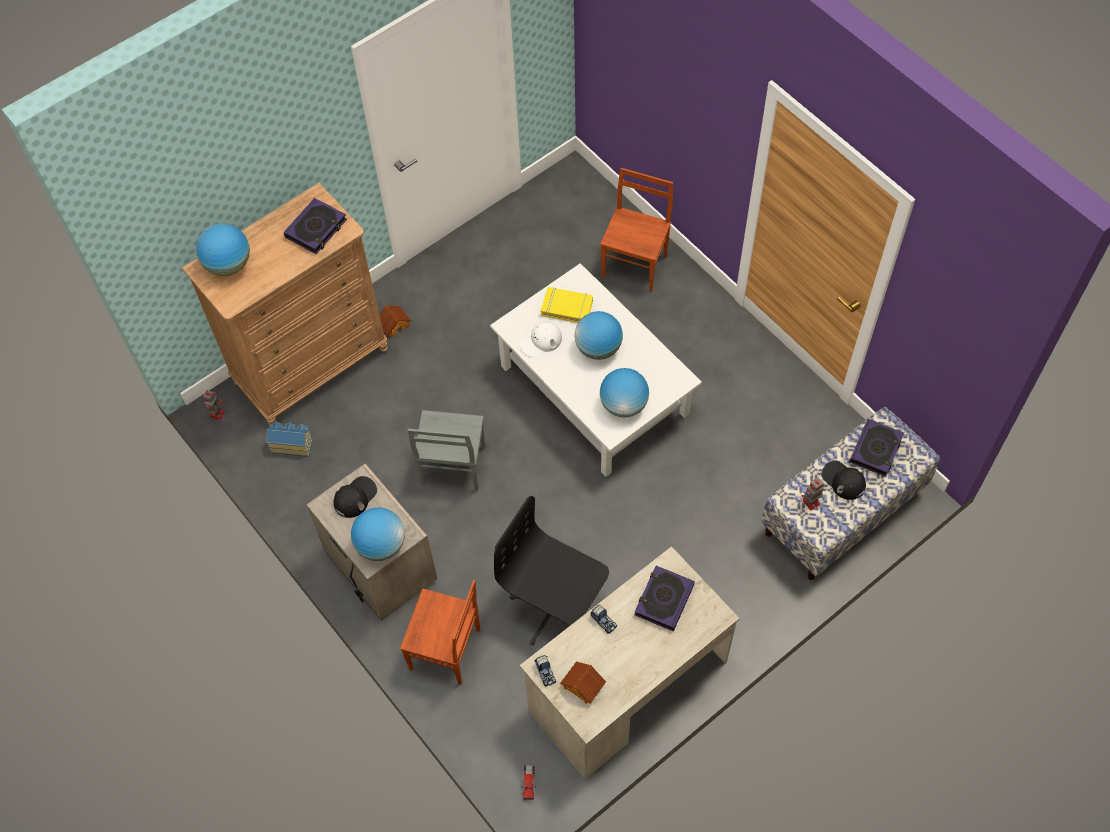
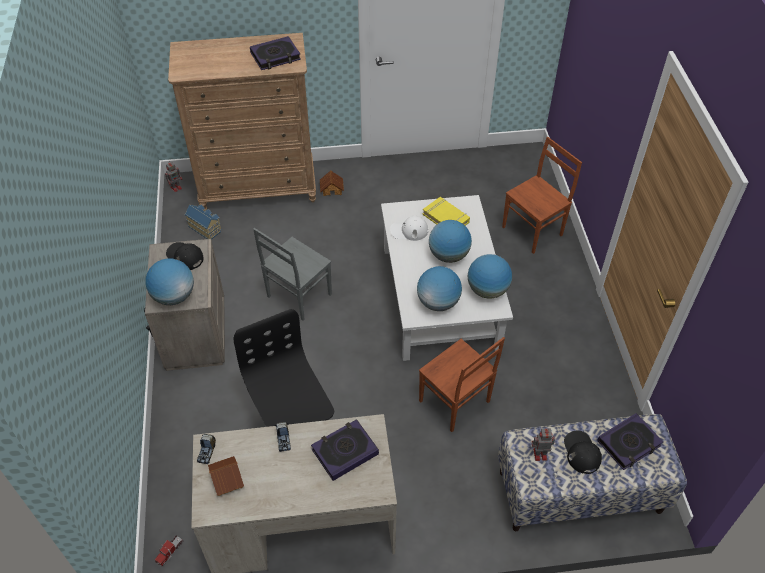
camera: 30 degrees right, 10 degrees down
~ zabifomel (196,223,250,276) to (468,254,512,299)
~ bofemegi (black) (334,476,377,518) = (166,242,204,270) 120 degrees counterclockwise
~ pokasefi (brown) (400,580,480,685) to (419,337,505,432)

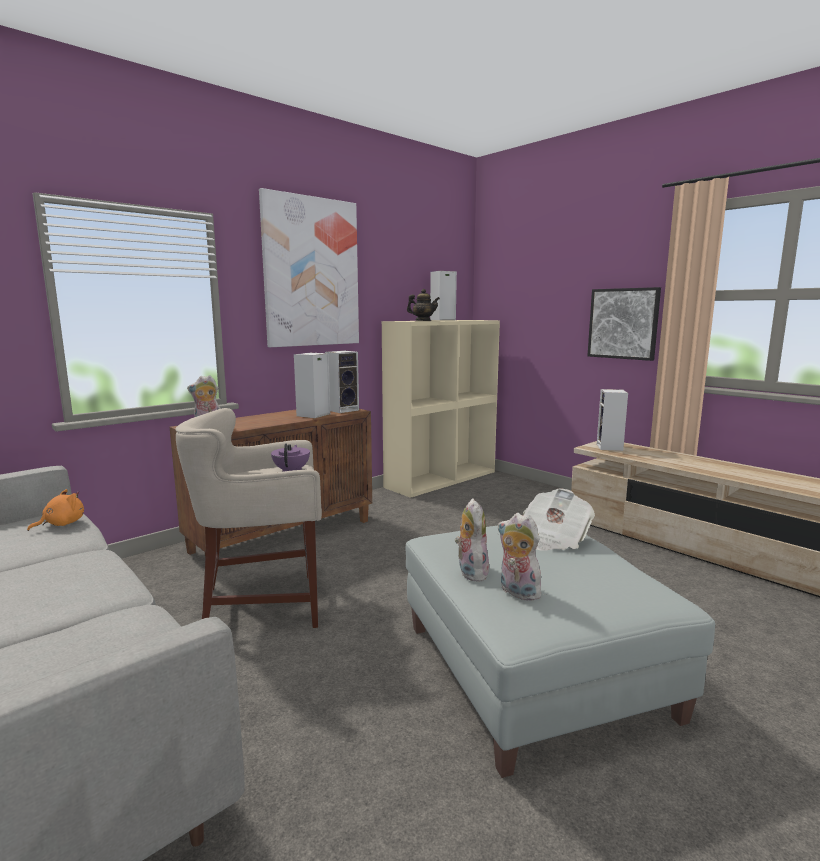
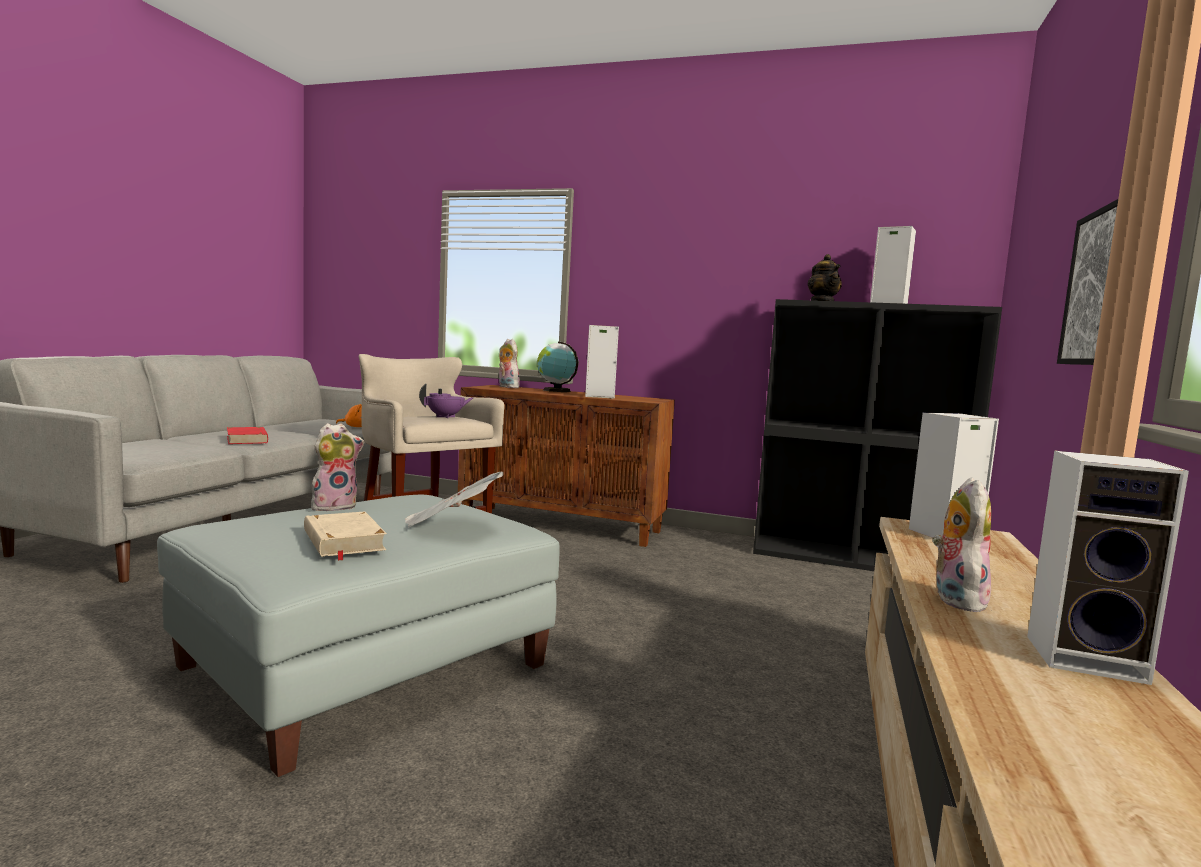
camera: 60 degrees right, 5 degrees down
- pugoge (259,188,359,347)
~ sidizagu (325,351,359,413) to (1027,450,1189,685)
~ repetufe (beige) (382,320,500,498) to repetufe (black) (753,299,1002,571)
~ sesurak (498,513,541,601) to (932,477,991,612)
+ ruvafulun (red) (227,427,268,444)
+ ruvafulun (beige) (304,511,387,561)
+ zabifomel (537,341,579,392)

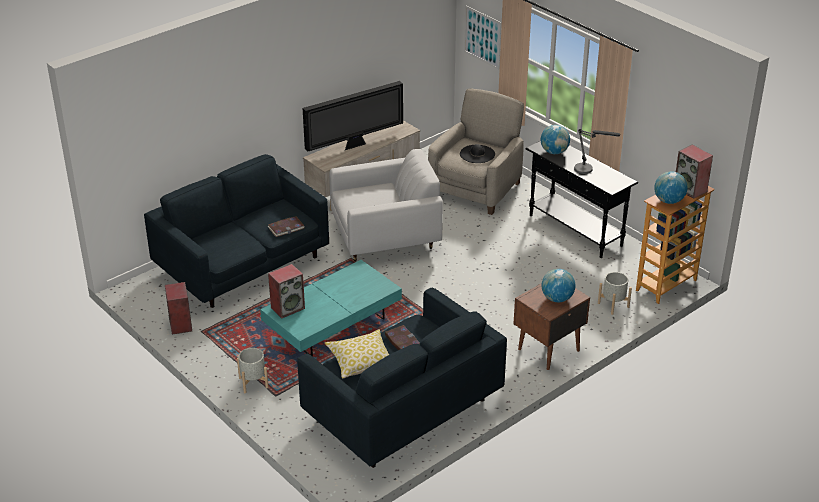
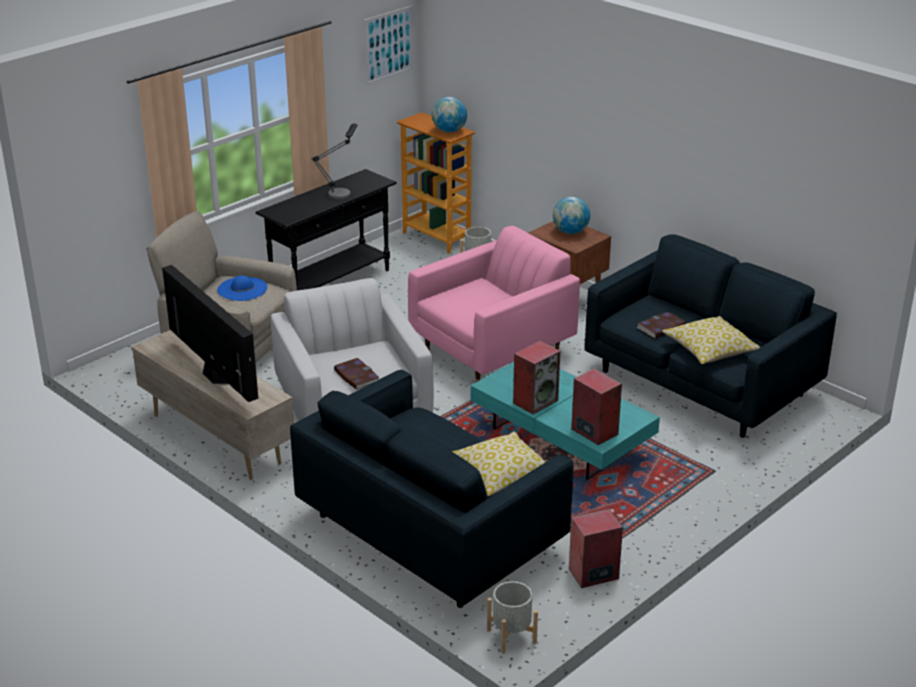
camera: 95 degrees left, 5 degrees down
~ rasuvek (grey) (237,348,268,393) to (487,581,538,654)
~ ruvafulun (268,216,304,237) to (334,358,380,390)
~ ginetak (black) (460,144,495,163) to ginetak (blue) (217,275,268,301)
~ pugoge (464,5,501,70) to (363,6,414,85)
- zabifomel (541,125,570,154)
~ sidizagu (676,145,713,199) to (513,341,560,414)
+ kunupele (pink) (408,226,580,382)
+ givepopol (452,431,545,496)

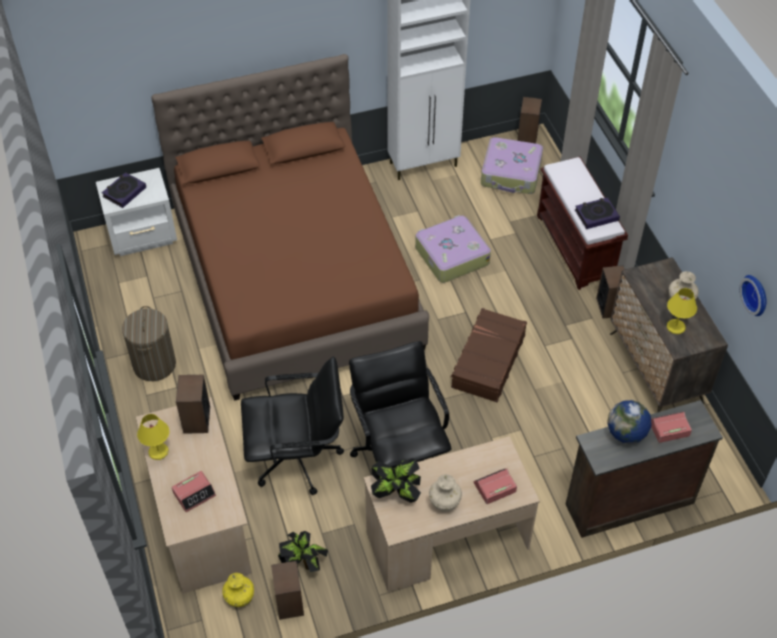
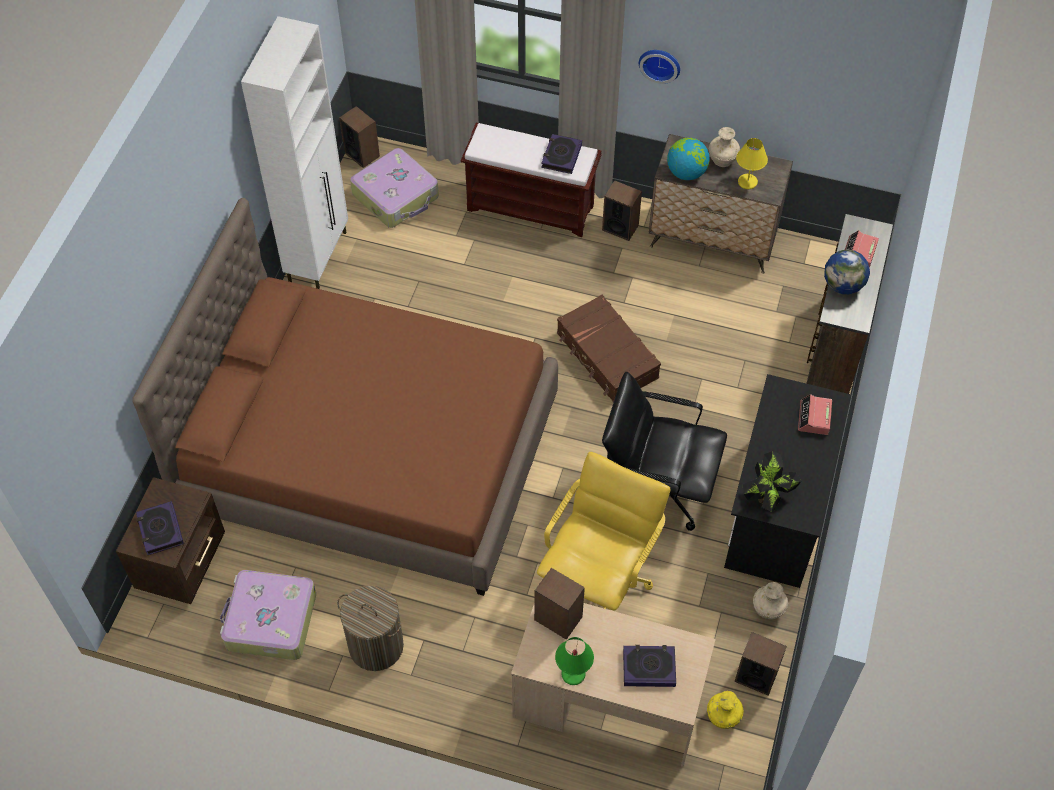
camera: 55 degrees left, 5 degrees up
~ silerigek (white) (96,168,177,256) to silerigek (brown) (116,477,225,604)
~ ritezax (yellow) (137,414,169,460) to ritezax (green) (555,637,594,685)
~ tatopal (172,471,216,512) to ruvafulun (623,645,676,687)
~ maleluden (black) (241,357,344,495) to maleluden (yellow) (537,452,670,610)
- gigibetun (278,531,328,572)
~ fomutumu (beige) (363,436,540,592) to fomutumu (black) (724,374,851,588)
~ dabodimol (415,215,491,283) to (220,570,316,660)
~ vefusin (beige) (429,474,462,512) to (753,582,788,619)
~ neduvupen (740,275,766,316) to (639,50,680,84)
+ zabifomel (667,138,710,180)

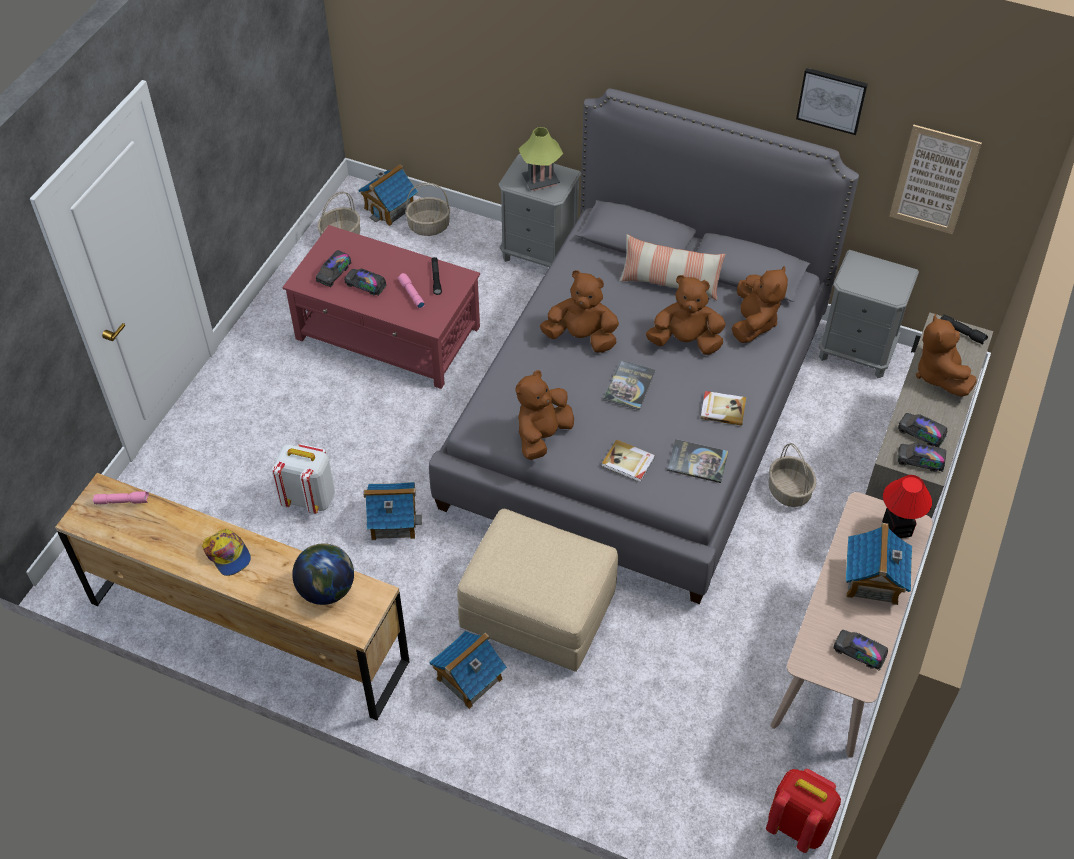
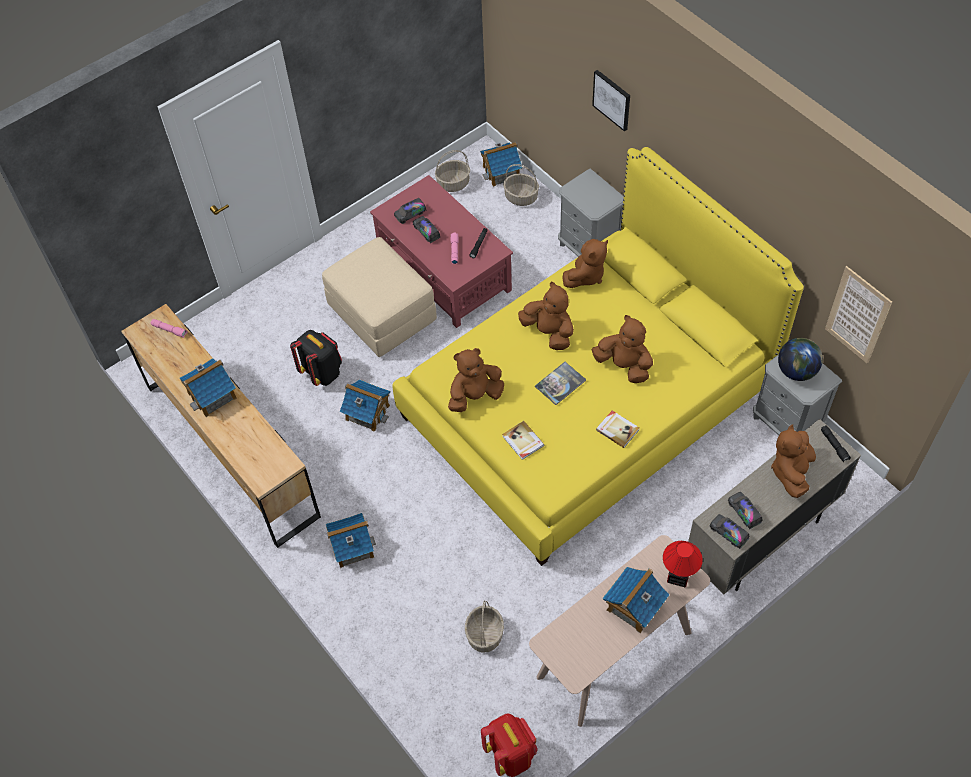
camera: 30 degrees right, 5 degrees up
~ bofemegi (202,529,251,576) to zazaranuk (180,358,237,417)
~ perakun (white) (272,444,335,514) to perakun (black) (290,330,342,386)
~ zabifomel (292,543,354,605) to (778,338,823,381)
~ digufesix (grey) (429,88,859,604) to digufesix (yellow) (392,147,804,566)
~ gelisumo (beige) (457,509,618,672) to (322,237,437,357)
- ritezax (519,127,563,191)
- givepopol (619,234,725,300)
- ruvafulun (667,439,729,483)
~ sesurak (brown) (731,266,788,343) to (562,239,608,288)
~ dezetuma (769,443,816,507) to (465,600,504,653)
~ pugoge (796,68,868,135) to (592,70,630,131)
- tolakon (833,630,888,670)

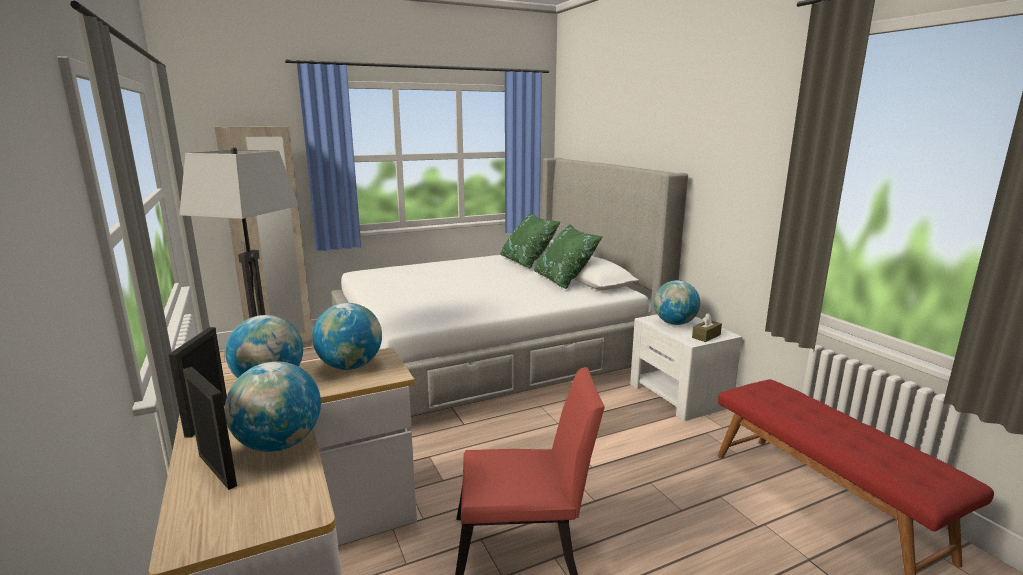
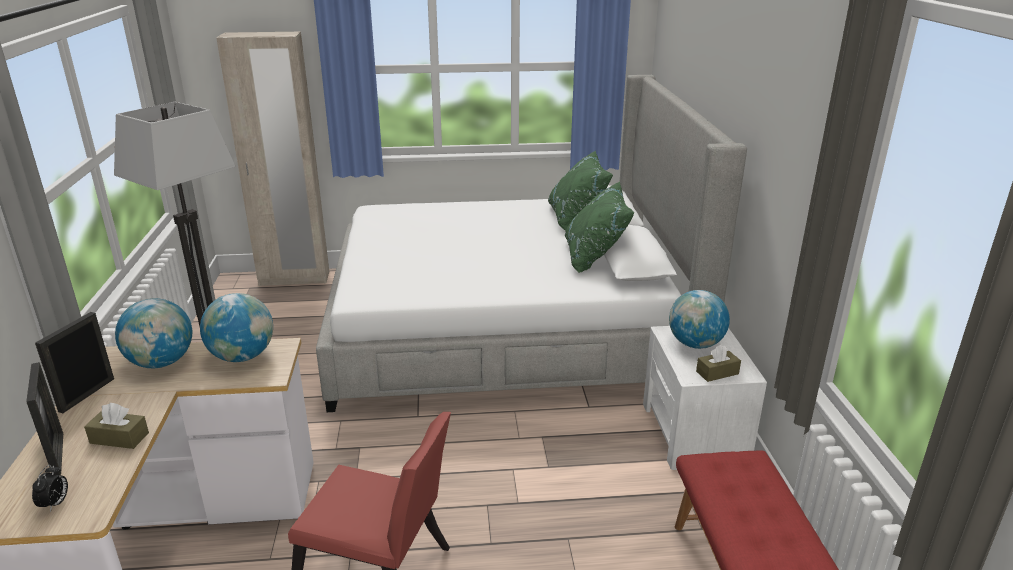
camera: 20 degrees right, 10 degrees up
~ zabifomel (225,361,321,452) to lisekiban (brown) (84,403,149,449)
+ tatopal (32,465,68,512)

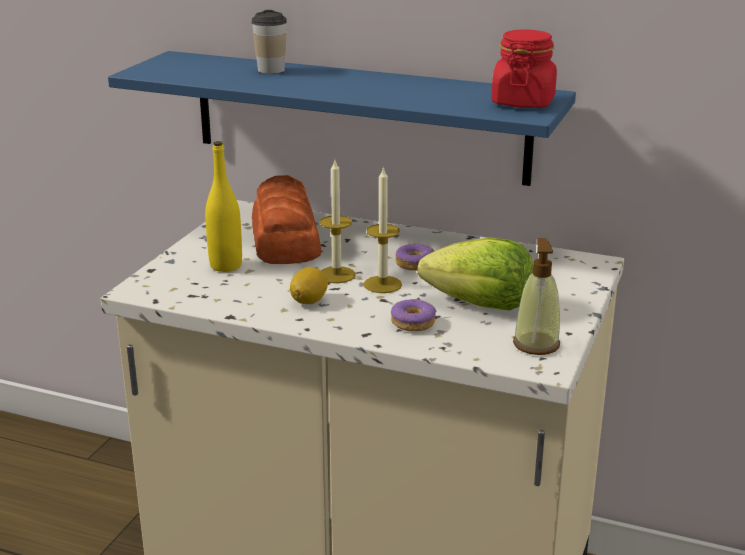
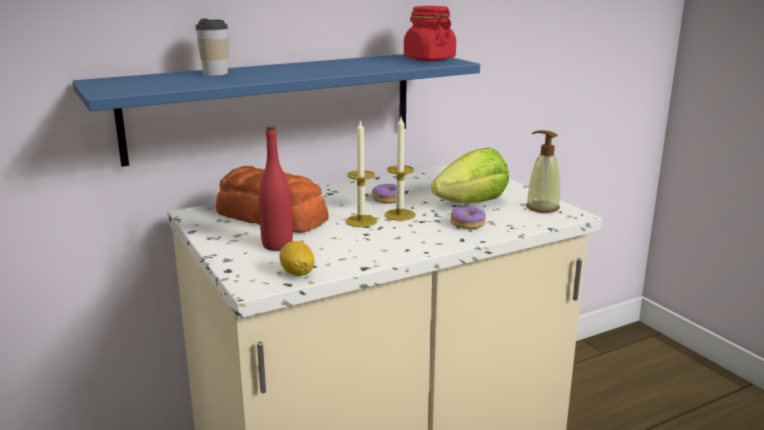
camera: 50 degrees left, 5 degrees down
~ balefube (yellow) (205,141,242,272) to balefube (red) (258,126,293,251)
~ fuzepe (290,267,328,304) to (279,241,314,276)

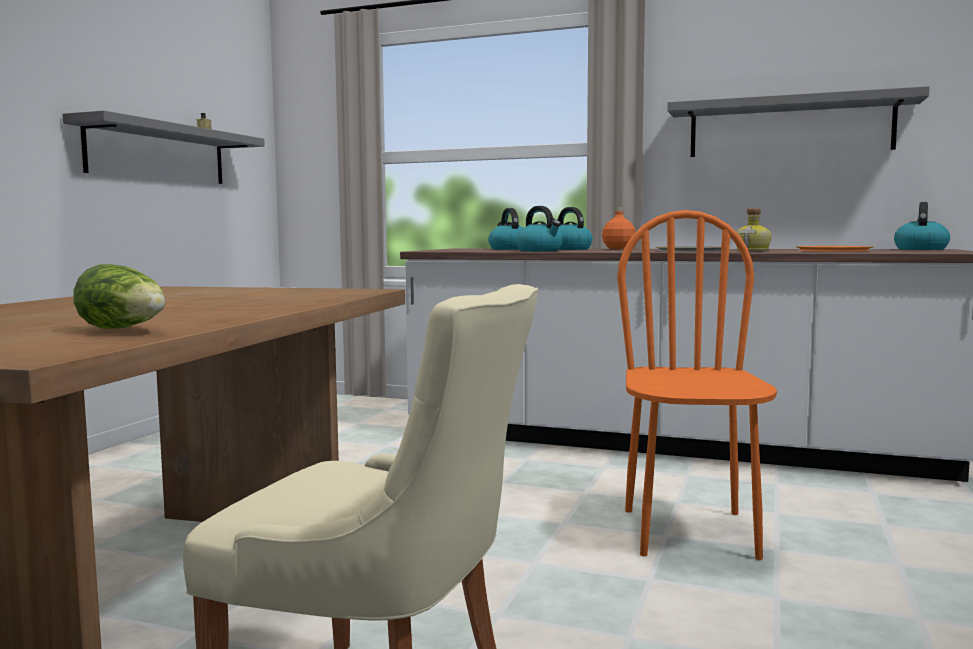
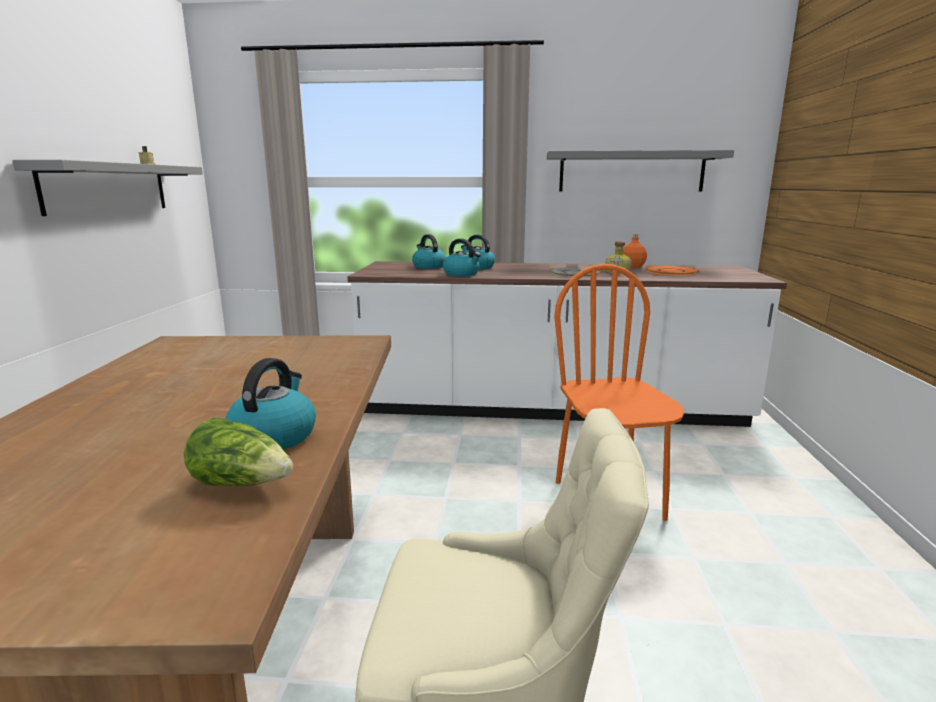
camera: 15 degrees left, 10 degrees up
~ balefube (orange) (602,207,635,249) to (623,234,647,268)
~ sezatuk (894,202,950,250) to (225,358,316,450)

